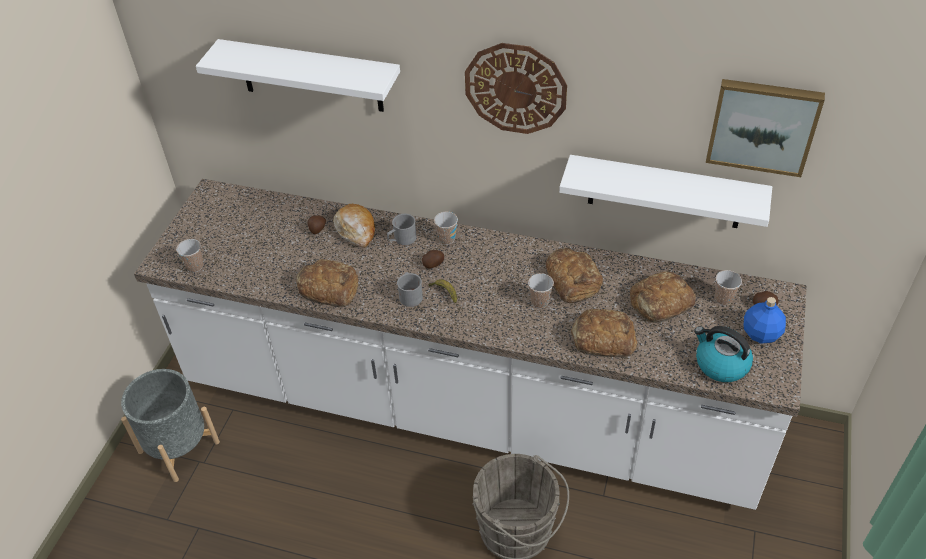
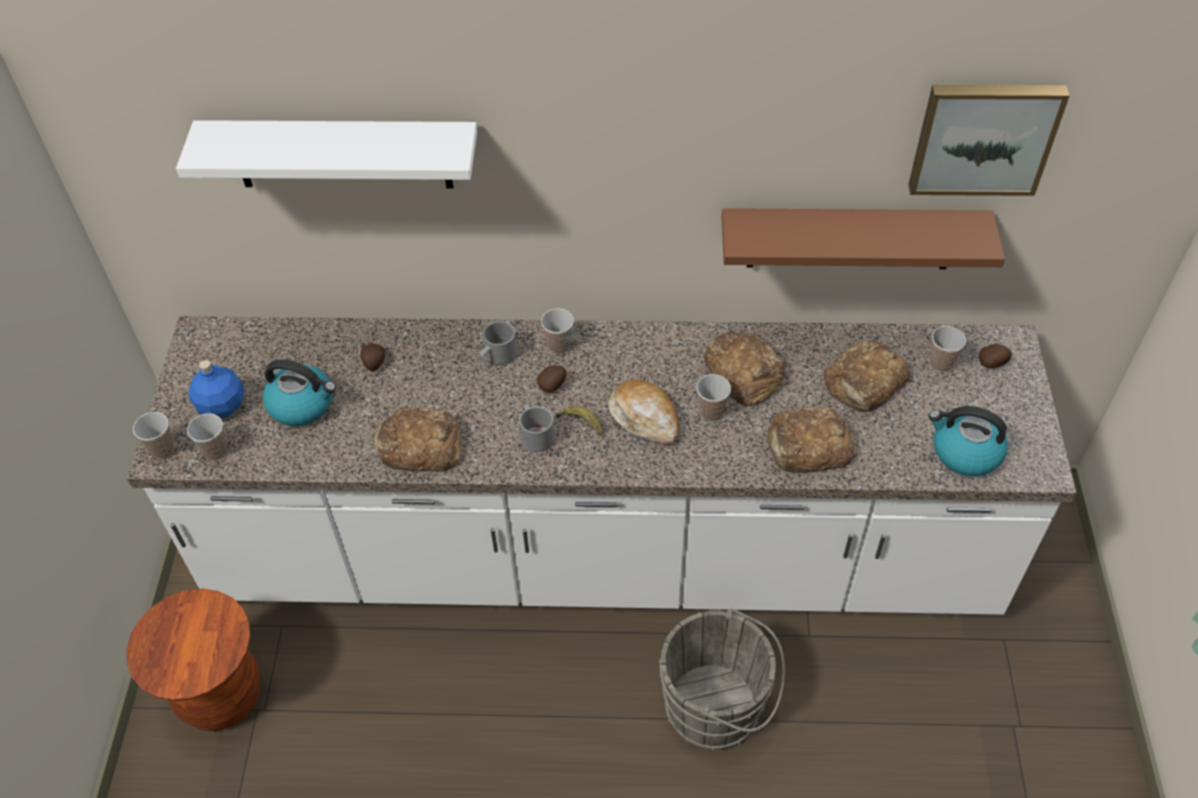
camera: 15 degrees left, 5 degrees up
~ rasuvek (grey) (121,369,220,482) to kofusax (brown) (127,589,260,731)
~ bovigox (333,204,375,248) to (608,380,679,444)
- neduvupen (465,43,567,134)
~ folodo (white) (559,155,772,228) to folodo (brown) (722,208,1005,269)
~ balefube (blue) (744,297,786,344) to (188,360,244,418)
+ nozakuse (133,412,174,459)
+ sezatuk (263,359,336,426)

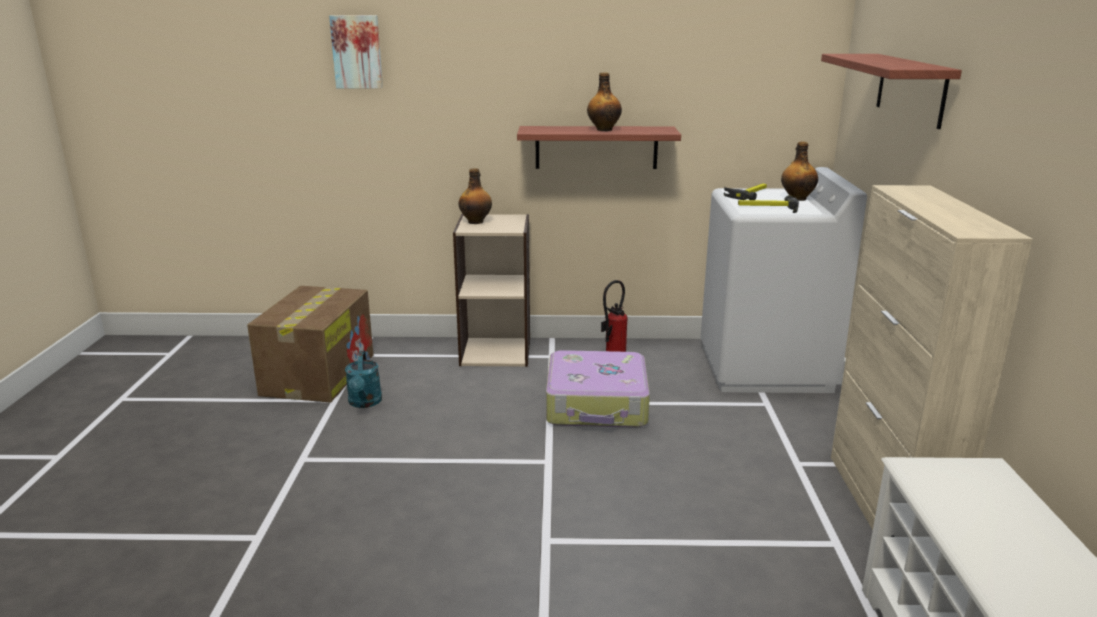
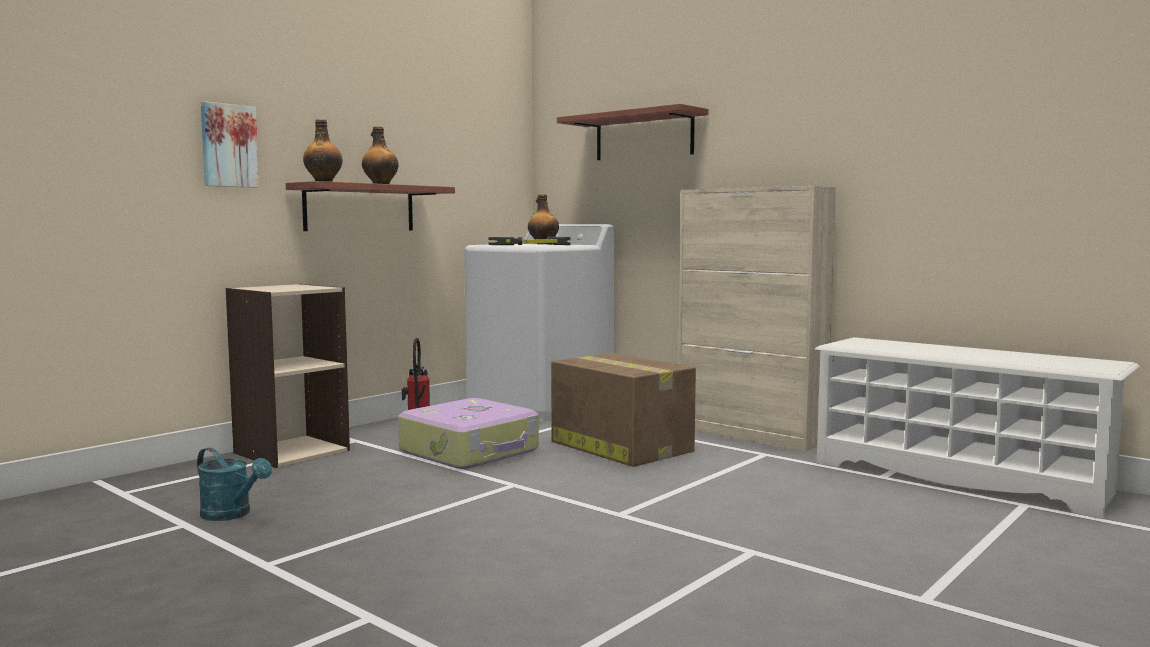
camera: 50 degrees left, 15 degrees down
~ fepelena (247,286,373,402) to (551,353,696,467)
~ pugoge (329,15,383,89) to (201,101,259,188)
~ balefube (458,168,492,224) to (303,119,342,182)

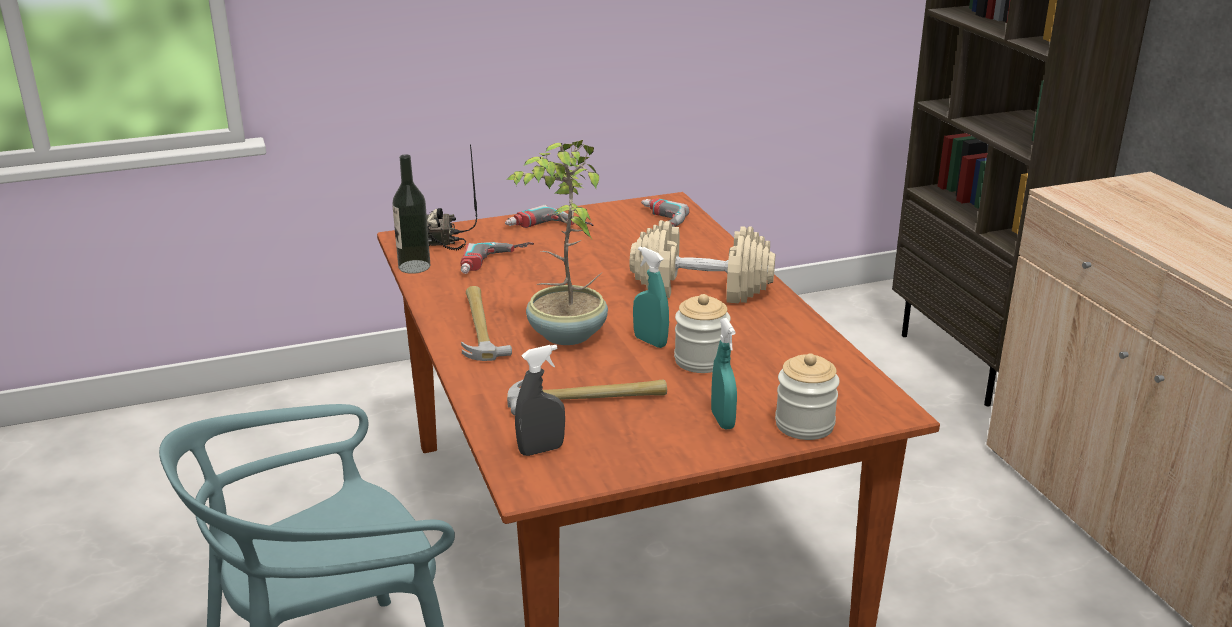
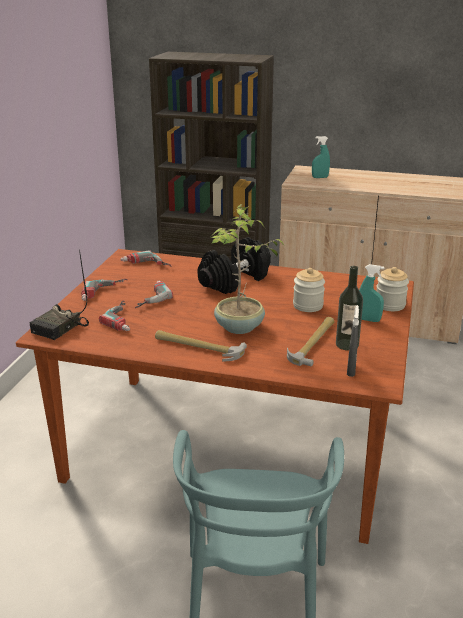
camera: 55 degrees left, 0 degrees up
~ balefube (392,154,430,274) to (336,266,363,351)
~ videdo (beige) (629,220,775,303) to videdo (black) (198,237,271,294)
~ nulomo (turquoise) (633,246,669,348) to (312,136,330,178)
+ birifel (135,281,173,308)

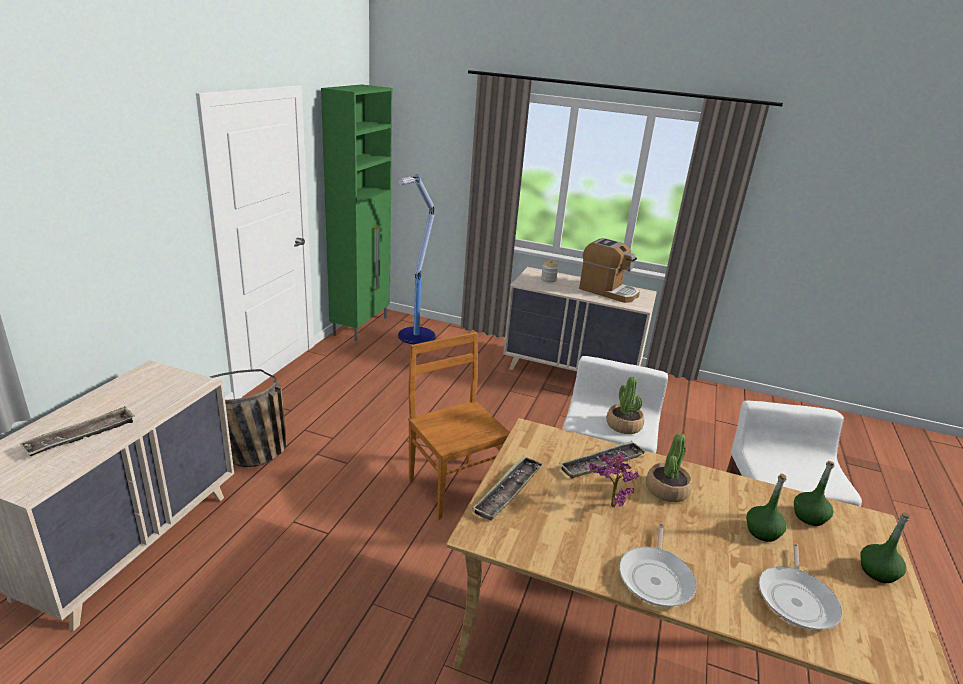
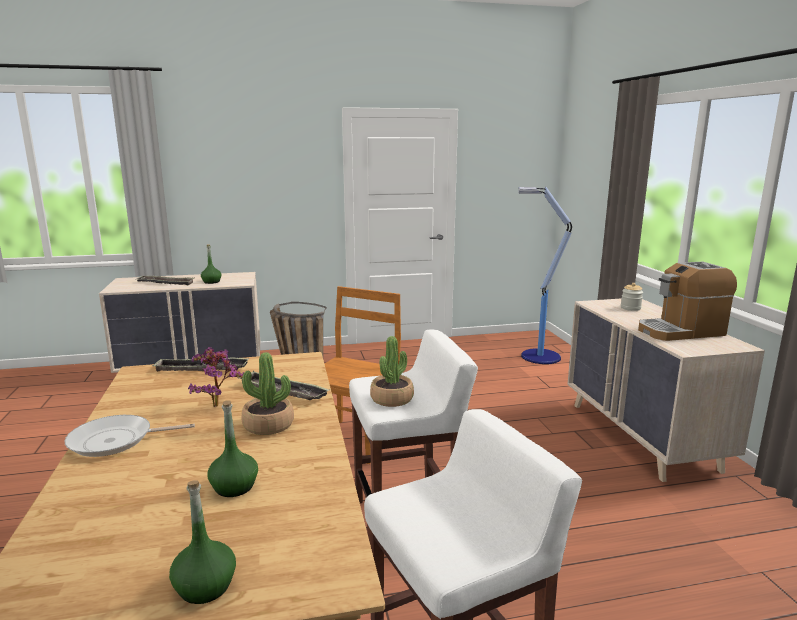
camera: 60 degrees right, 10 degrees down
- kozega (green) (321,84,392,341)
~ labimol (579,238,640,303) = (638,262,737,341) 75 degrees clockwise
- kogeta (758,543,842,630)
~ balefube (green) (794,461,835,526) to (201,244,222,284)

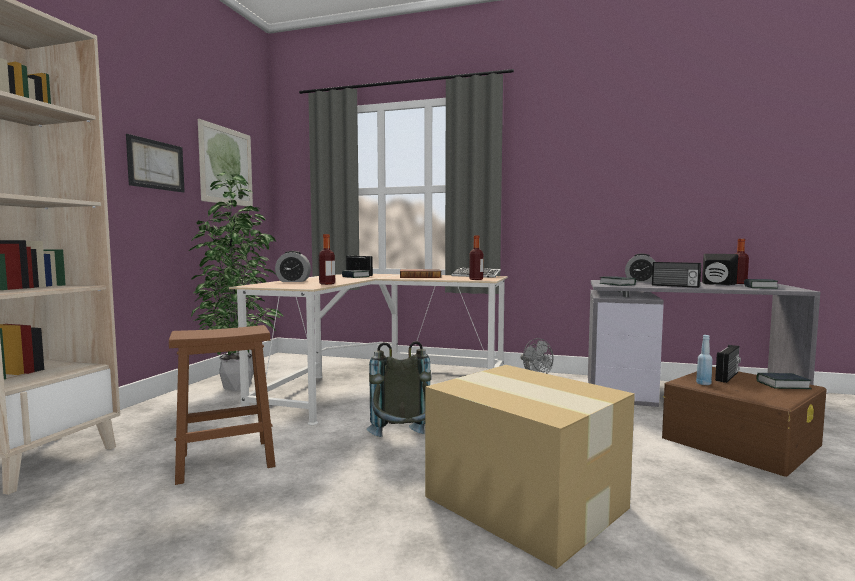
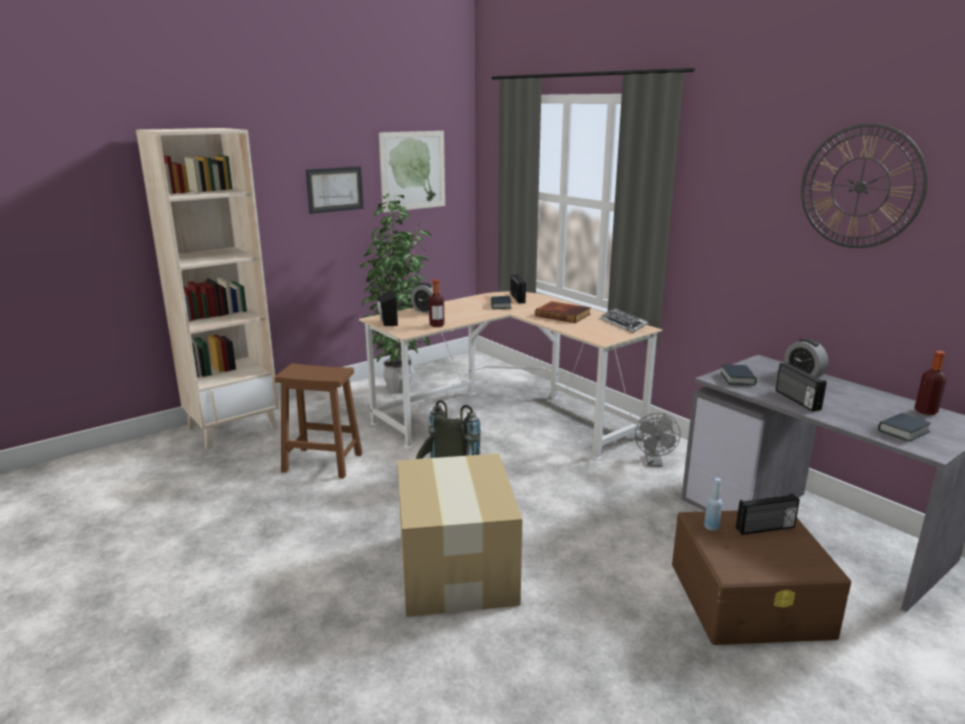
camera: 35 degrees right, 15 degrees up
- balefube (469,235,483,280)
~ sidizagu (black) (702,254,738,285) to (377,289,398,326)
- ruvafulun (757,373,812,389)
+ neduvupen (801,123,928,248)

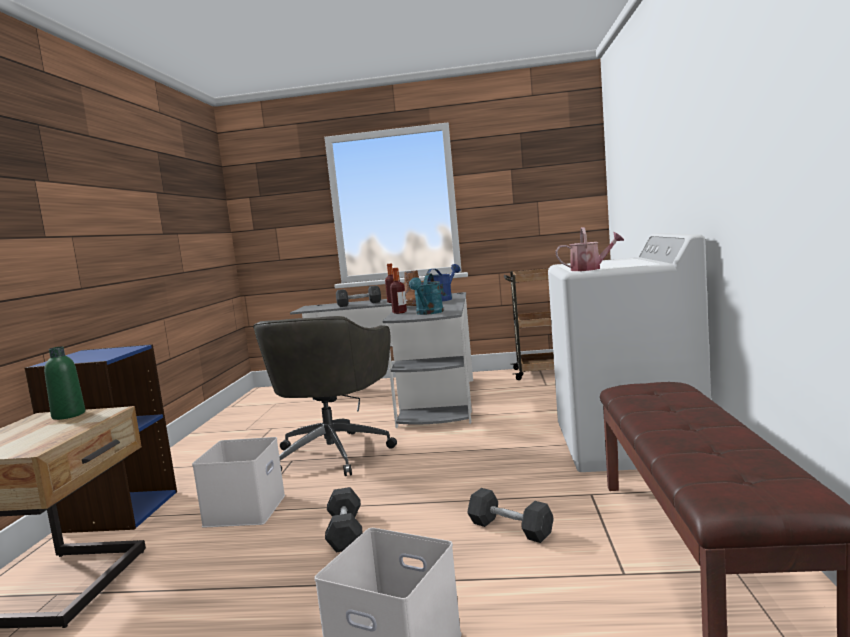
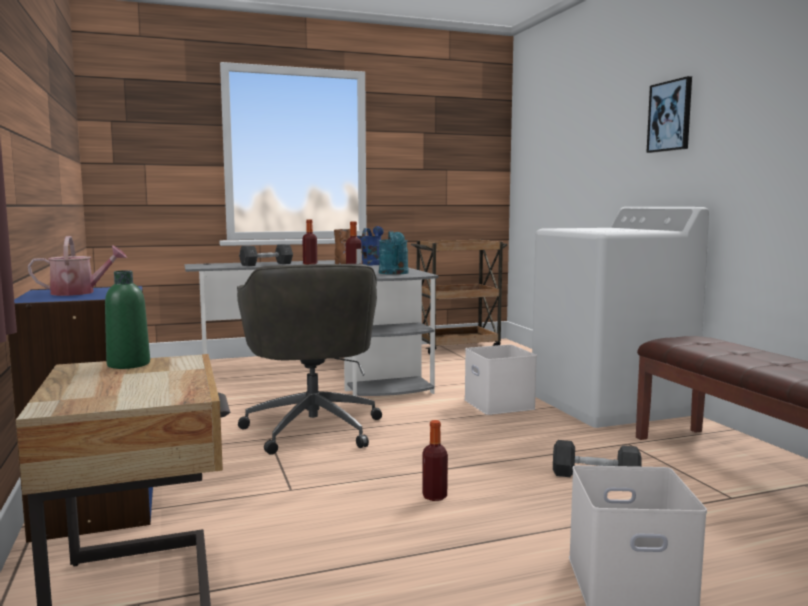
camera: 25 degrees left, 0 degrees up
~ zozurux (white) (192,437,285,528) to (464,345,537,415)
~ videdo (grey) (325,487,362,553) to balefube (422,420,448,501)
~ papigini (555,227,624,271) to (28,236,127,296)
+ pugoge (646,76,692,153)

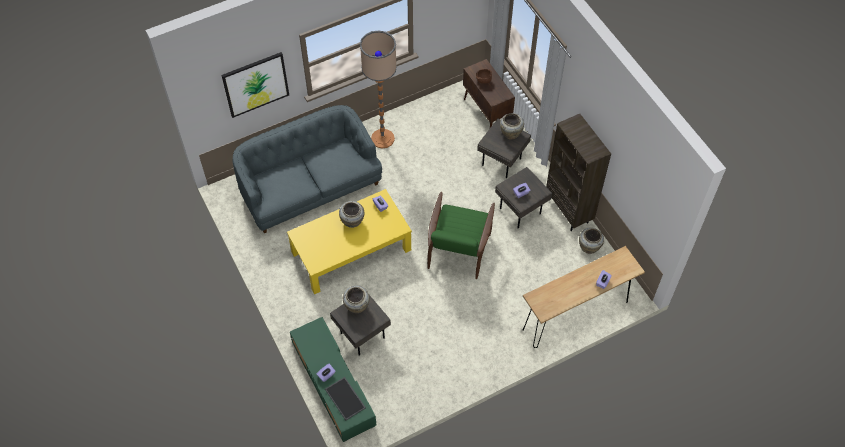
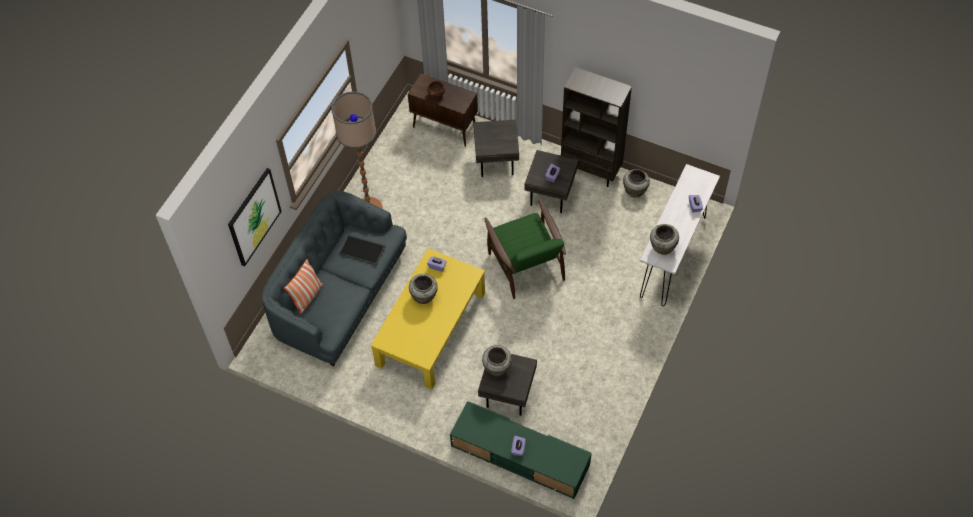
camera: 35 degrees left, 0 degrees up
~ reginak (325,377,366,420) to (339,235,386,265)
~ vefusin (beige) (500,113,524,140) to (650,224,679,255)
~ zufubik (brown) (523,246,645,348) to zufubik (white) (640,164,720,306)
+ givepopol (284,259,323,314)

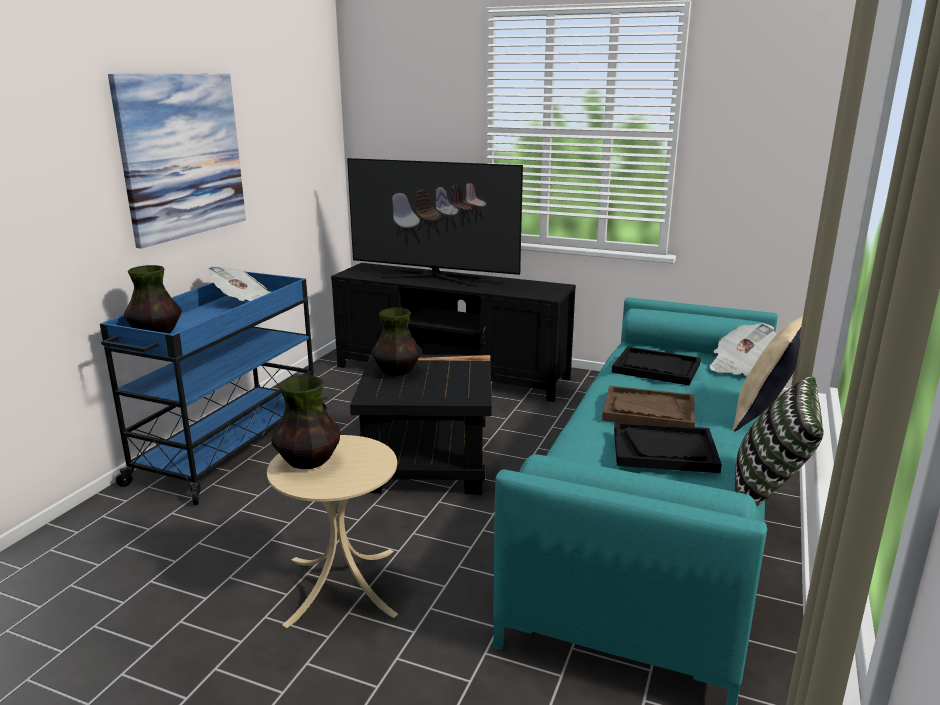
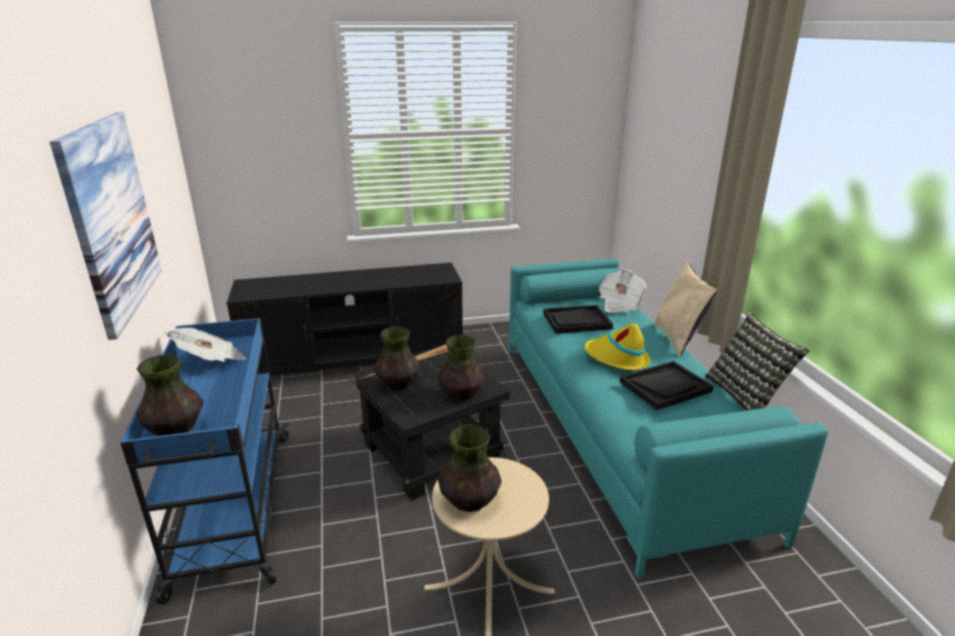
camera: 35 degrees left, 5 degrees up
- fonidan (347,158,523,287)
~ reginak (brown) (602,386,695,427) to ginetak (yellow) (585,323,650,370)
+ vefusin (437,335,485,400)

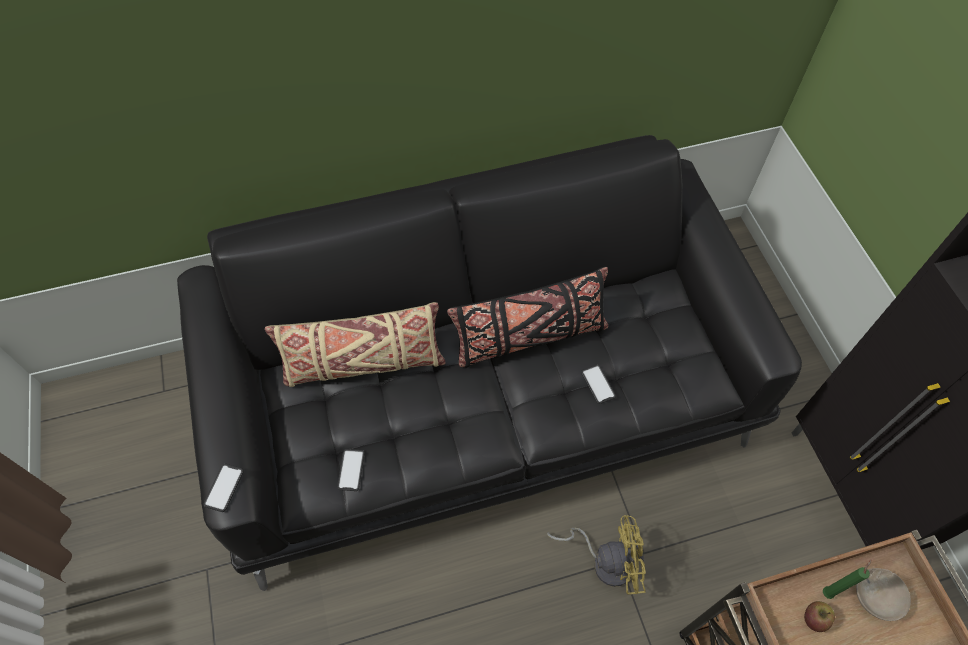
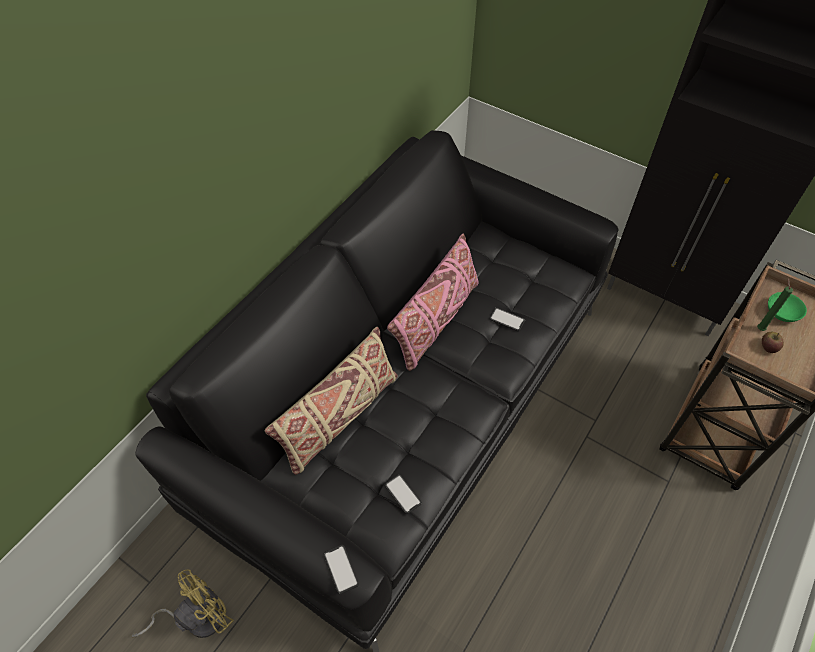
camera: 40 degrees left, 5 degrees down
~ givepopol (black) (447,267,608,368) to givepopol (pink) (387,234,479,371)
~ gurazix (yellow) (547,515,646,595) to (132,569,234,638)
~ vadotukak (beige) (856,568,911,621) to vadotukak (green) (768,292,807,322)

